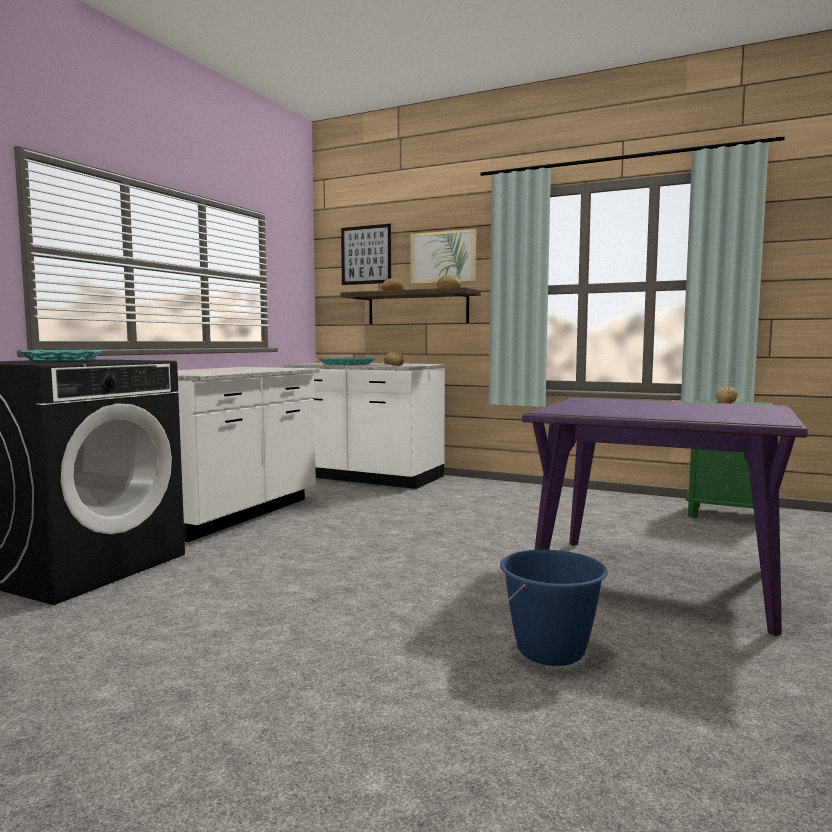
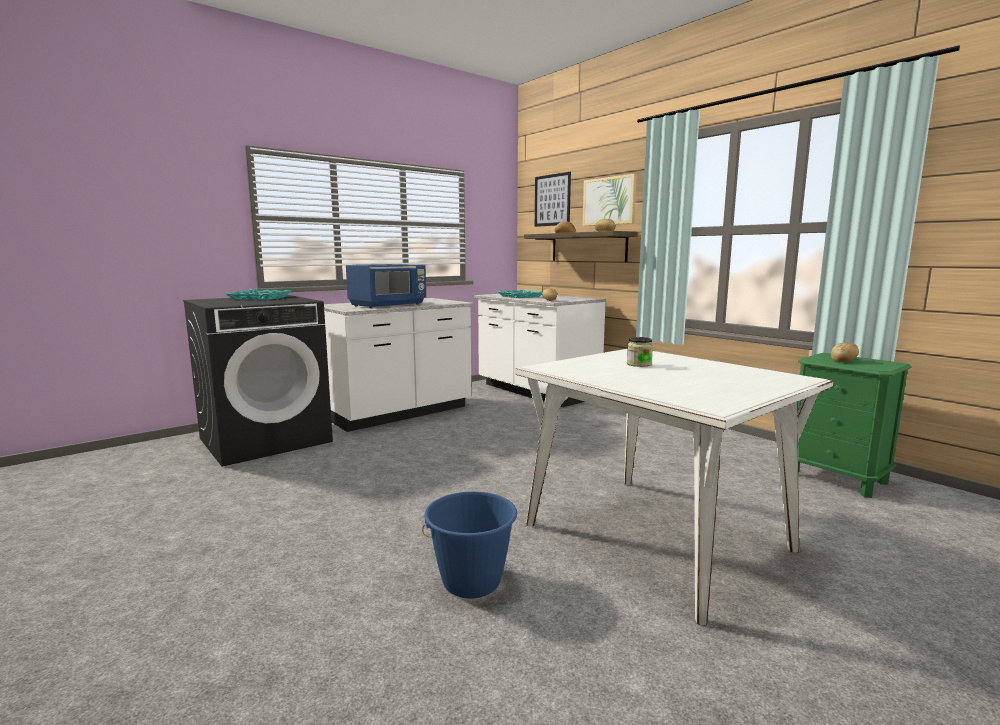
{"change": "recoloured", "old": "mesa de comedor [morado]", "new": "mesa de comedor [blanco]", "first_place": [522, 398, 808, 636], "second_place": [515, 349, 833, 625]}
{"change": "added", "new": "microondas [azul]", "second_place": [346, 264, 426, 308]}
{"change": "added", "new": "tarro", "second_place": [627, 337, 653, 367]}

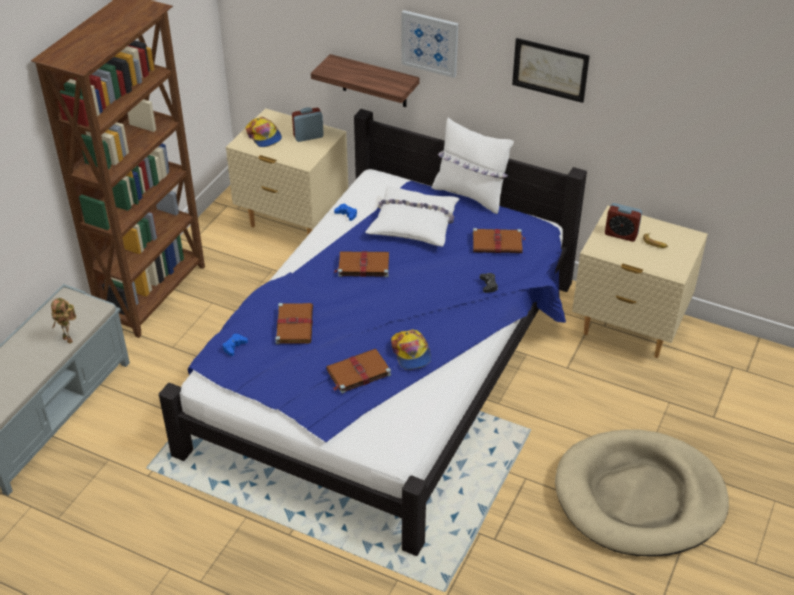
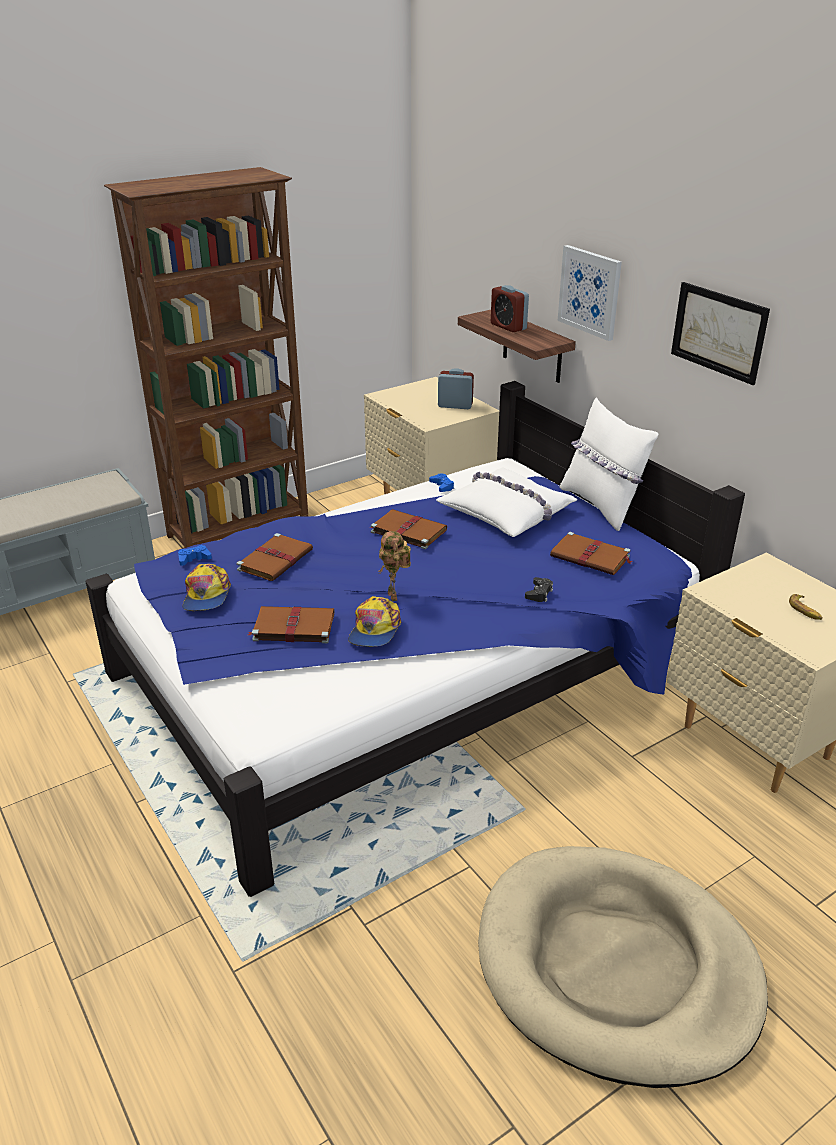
{"change": "moved", "old": "gorra", "first_place": [245, 117, 282, 147], "second_place": [182, 564, 231, 611]}
{"change": "moved", "old": "despertador", "first_place": [605, 203, 642, 242], "second_place": [491, 285, 529, 332]}
{"change": "moved", "old": "robot de juguete", "first_place": [51, 298, 76, 344], "second_place": [378, 531, 411, 601]}

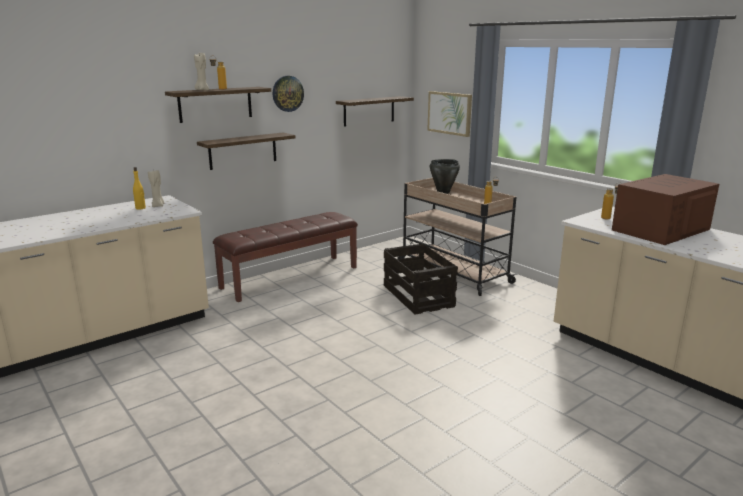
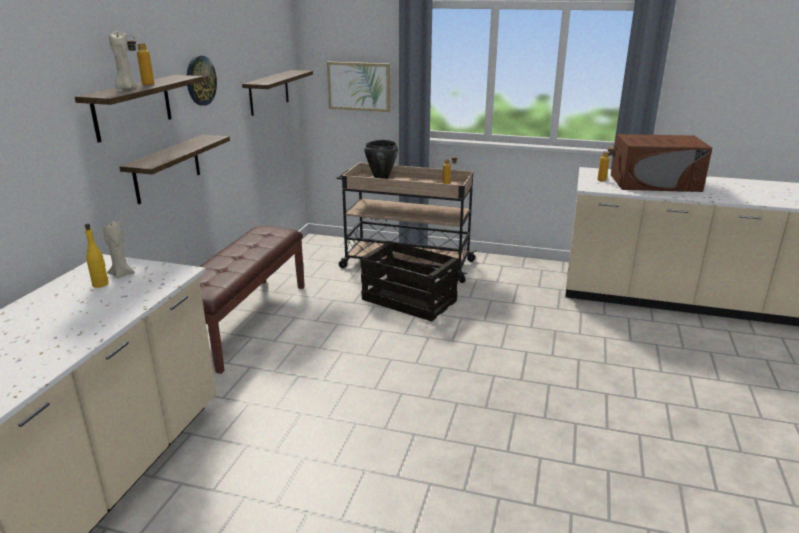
{"change": "turned", "old": "microondas [marrón]", "first_place": [612, 174, 719, 245], "second_place": [611, 134, 712, 192], "degrees": -105}

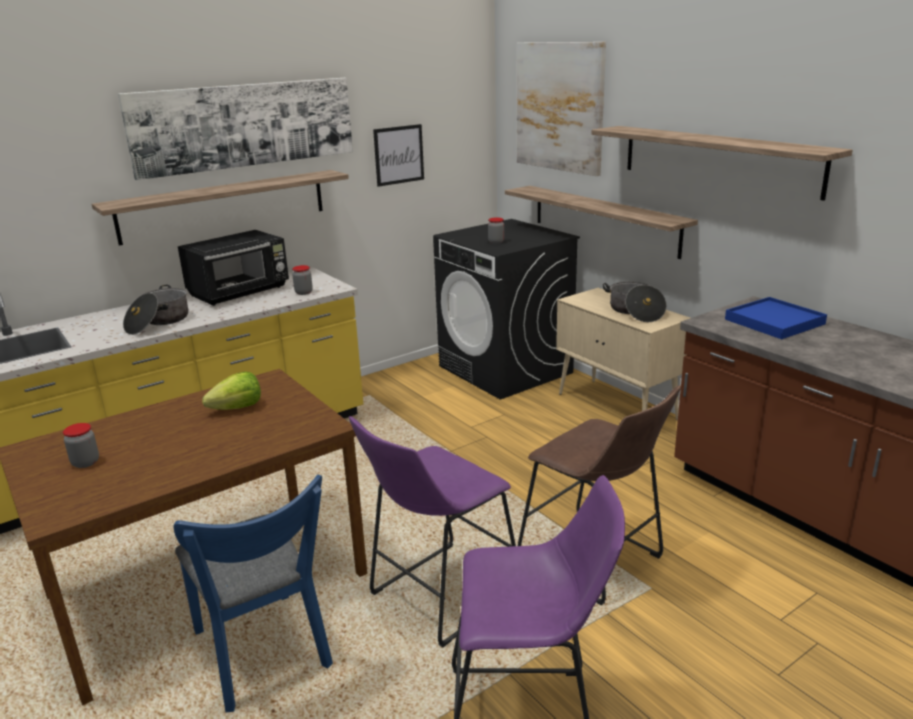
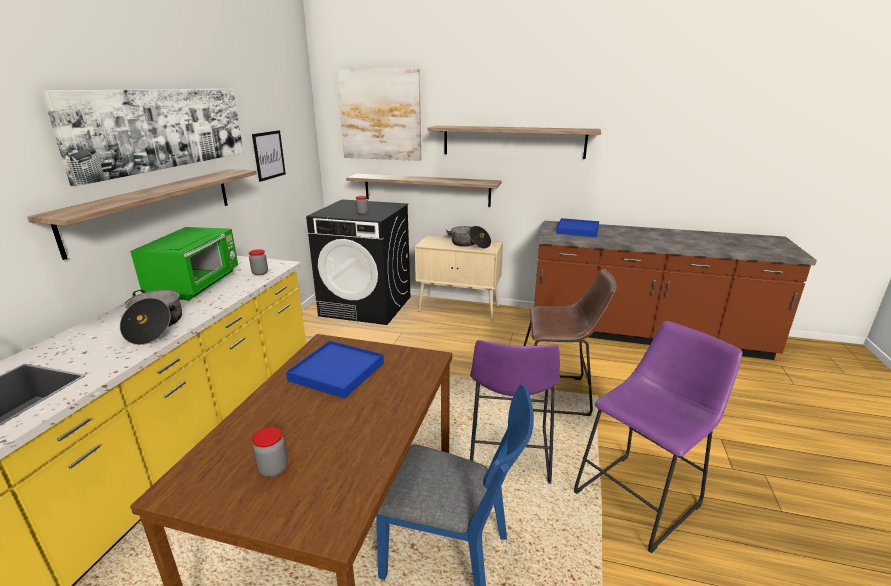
{"change": "recoloured", "old": "microondas [negro]", "new": "microondas [verde]", "first_place": [178, 230, 289, 306], "second_place": [130, 227, 238, 301]}
{"change": "replaced", "old": "lechuga", "new": "bandeja [azul]", "first_place": [202, 372, 261, 410], "second_place": [286, 341, 384, 399]}

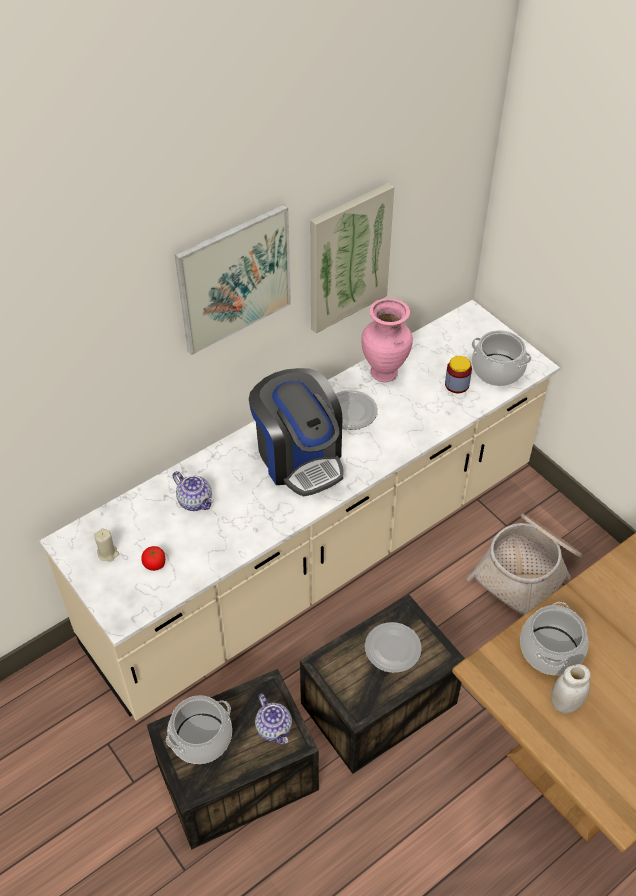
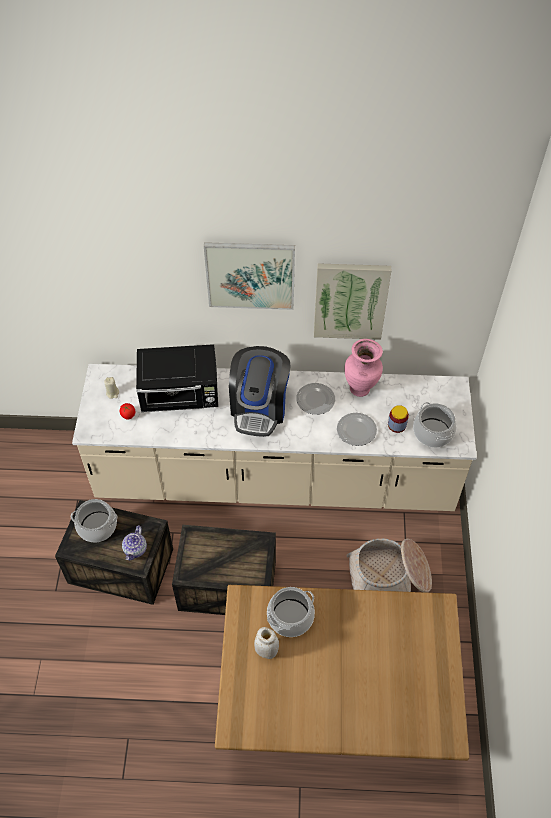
{"change": "replaced", "old": "tetera", "new": "microondas [negro]", "first_place": [173, 471, 214, 511], "second_place": [136, 344, 218, 412]}
{"change": "moved", "old": "plato", "first_place": [365, 622, 422, 673], "second_place": [337, 413, 377, 446]}

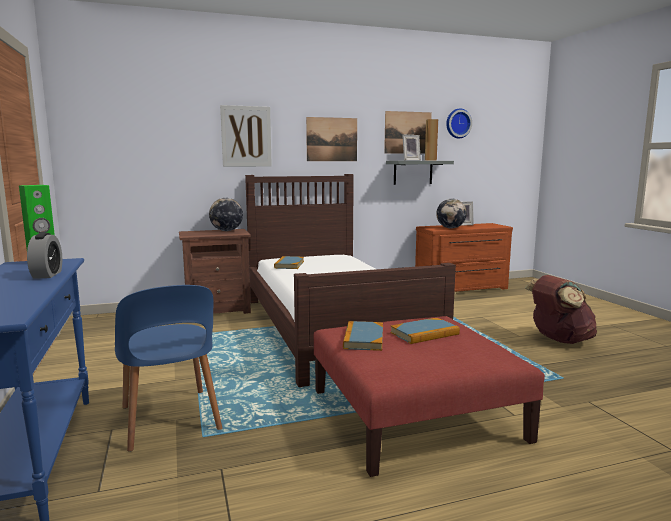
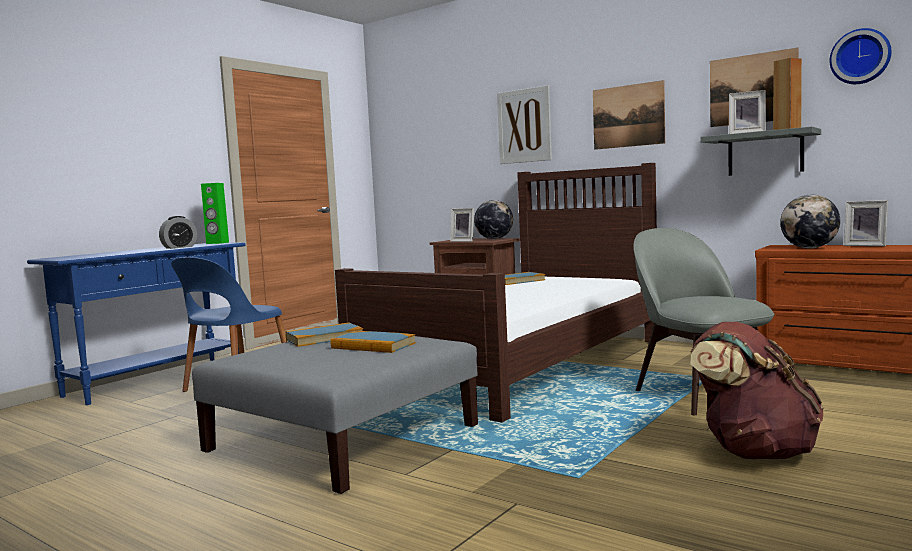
{"change": "recoloured", "old": "puf [rojo]", "new": "puf [gris]", "first_place": [314, 316, 545, 477], "second_place": [192, 336, 478, 494]}
{"change": "added", "new": "portarretratos", "second_place": [450, 208, 474, 242]}
{"change": "added", "new": "silla [gris]", "second_place": [633, 228, 774, 415]}

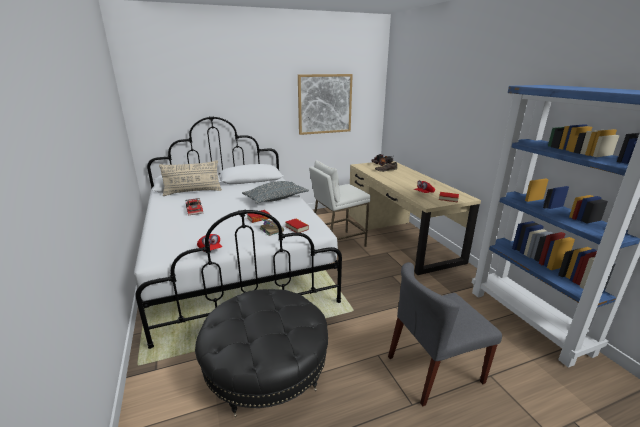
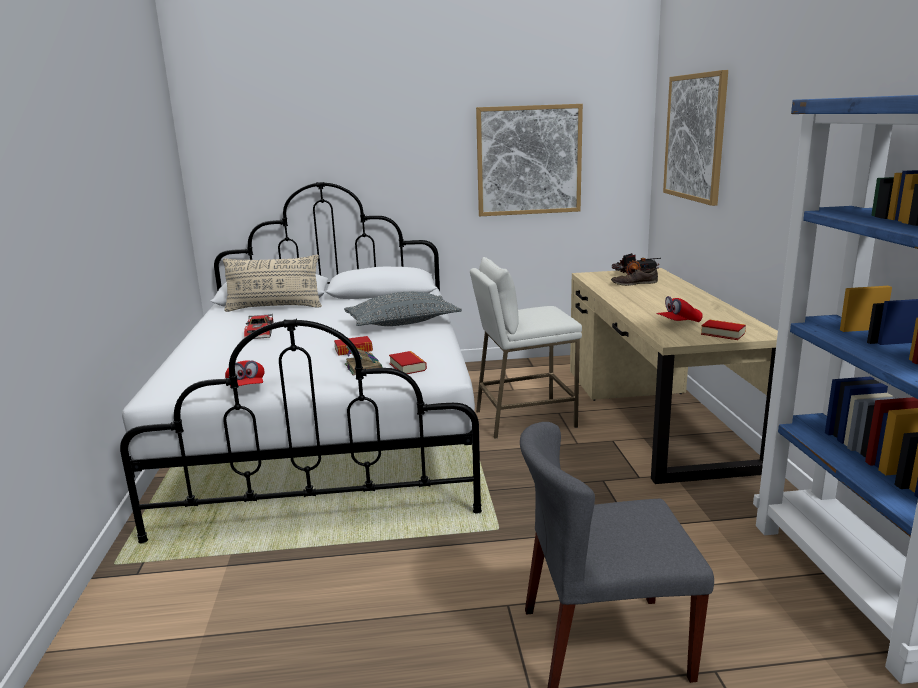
{"change": "removed", "old": "puf [negro]", "first_place": [195, 289, 328, 417]}
{"change": "added", "new": "cuadro", "second_place": [663, 70, 728, 206]}

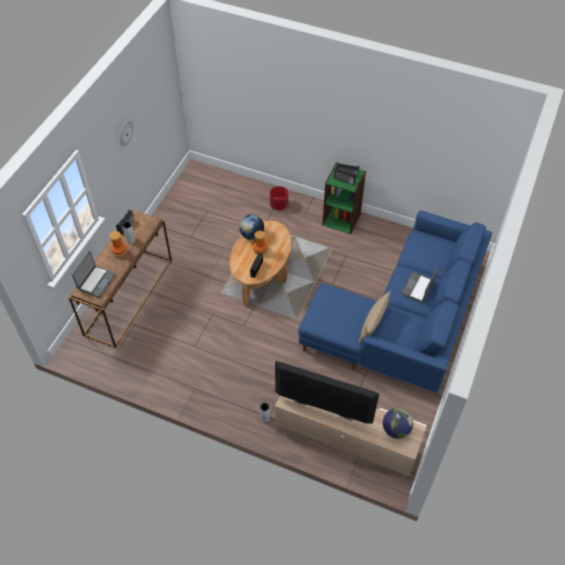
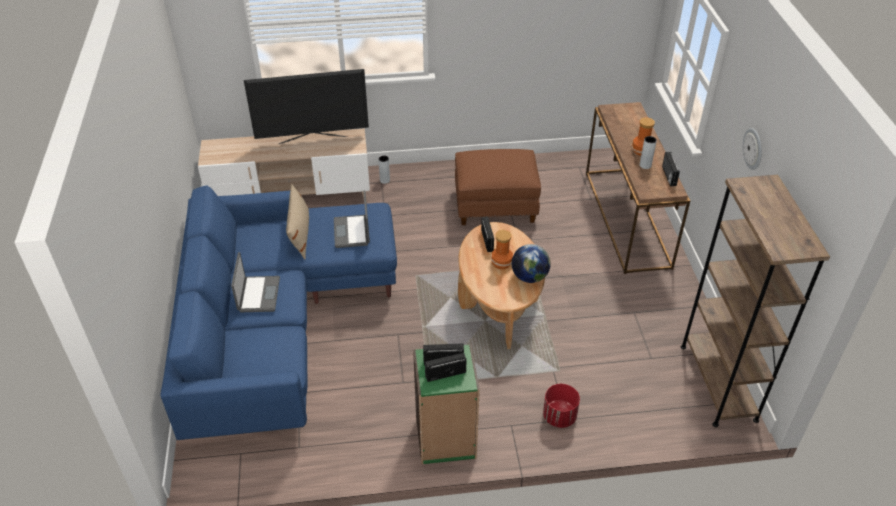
{"change": "moved", "old": "portátil", "first_place": [72, 251, 116, 298], "second_place": [334, 190, 370, 248]}
{"change": "removed", "old": "globo terráqueo", "first_place": [383, 408, 413, 439]}
{"change": "added", "new": "puf [marrón]", "second_place": [455, 149, 541, 225]}
{"change": "added", "new": "estantería [marrón]", "second_place": [681, 175, 830, 427]}

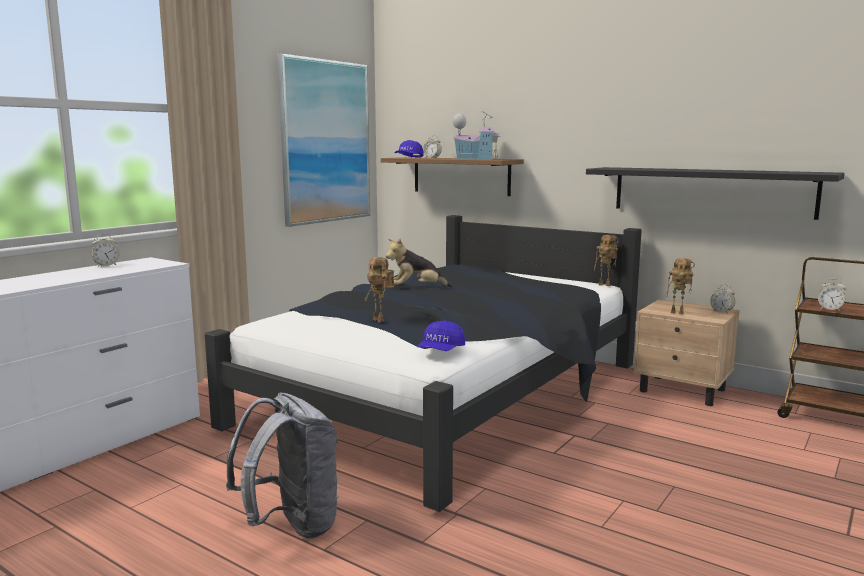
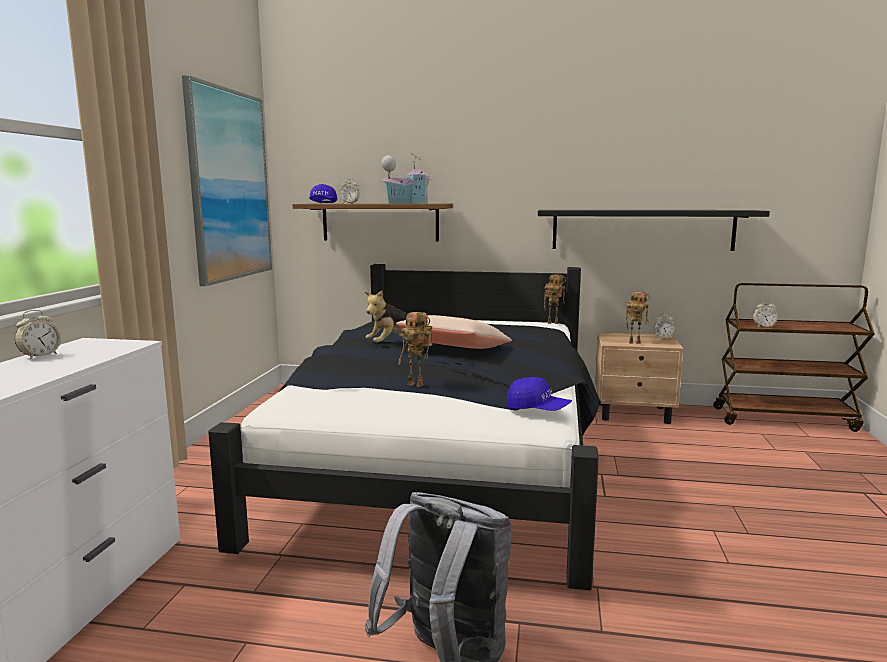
{"change": "turned", "old": "gorra [azul]", "first_place": [417, 320, 465, 351], "second_place": [507, 377, 572, 411], "degrees": -60}
{"change": "added", "new": "cojín [beis]", "second_place": [396, 315, 512, 349]}

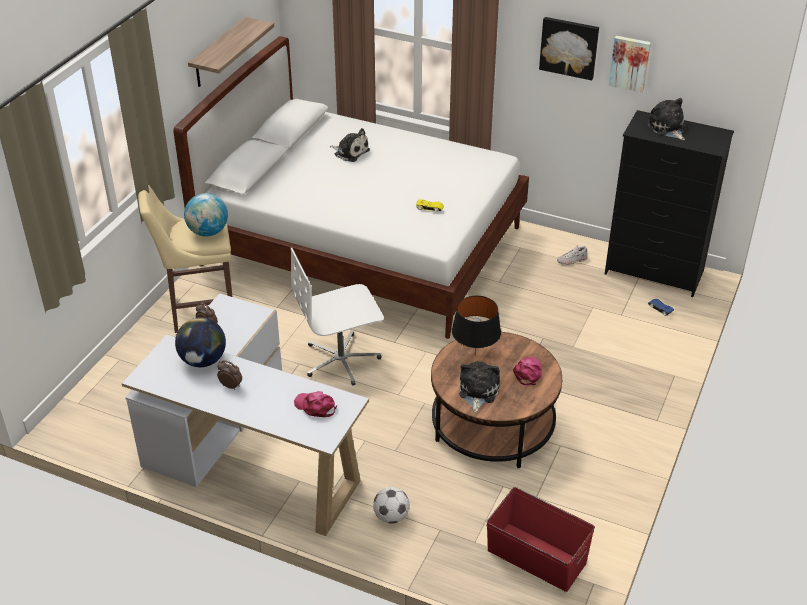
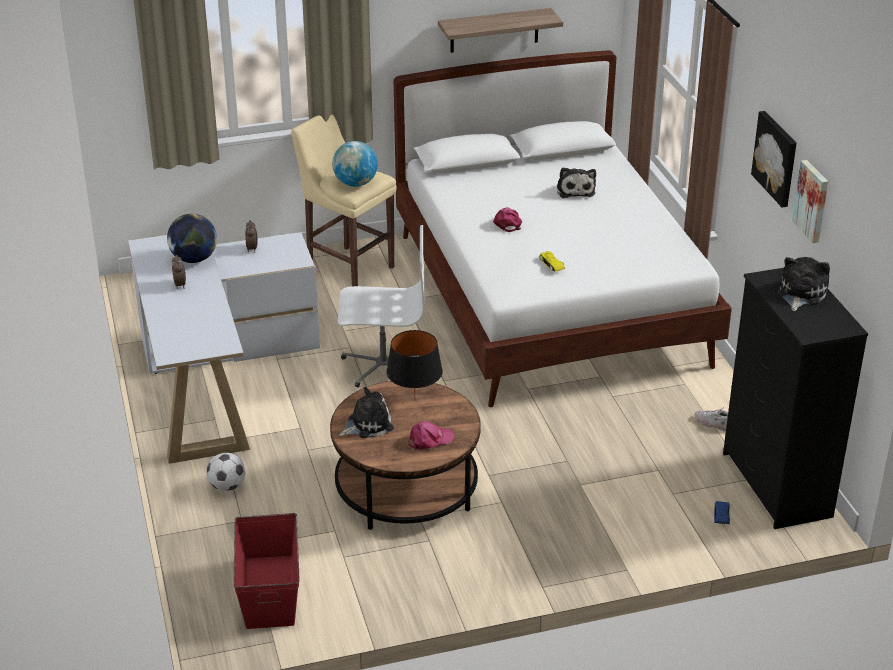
{"change": "turned", "old": "silla de oficina [blanco]", "first_place": [291, 248, 384, 385], "second_place": [338, 225, 425, 387], "degrees": 150}
{"change": "moved", "old": "gorra [rosa]", "first_place": [294, 391, 337, 417], "second_place": [493, 207, 522, 232]}

